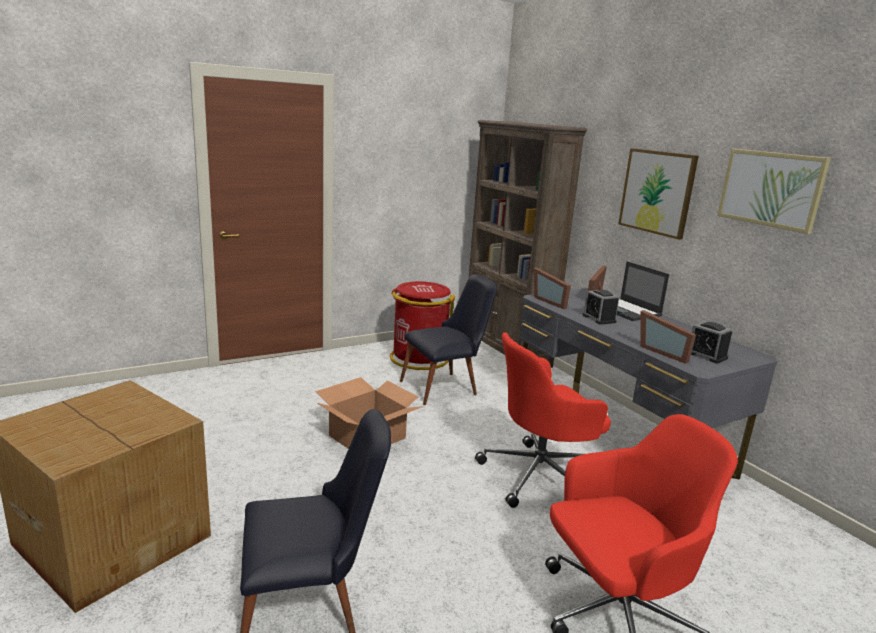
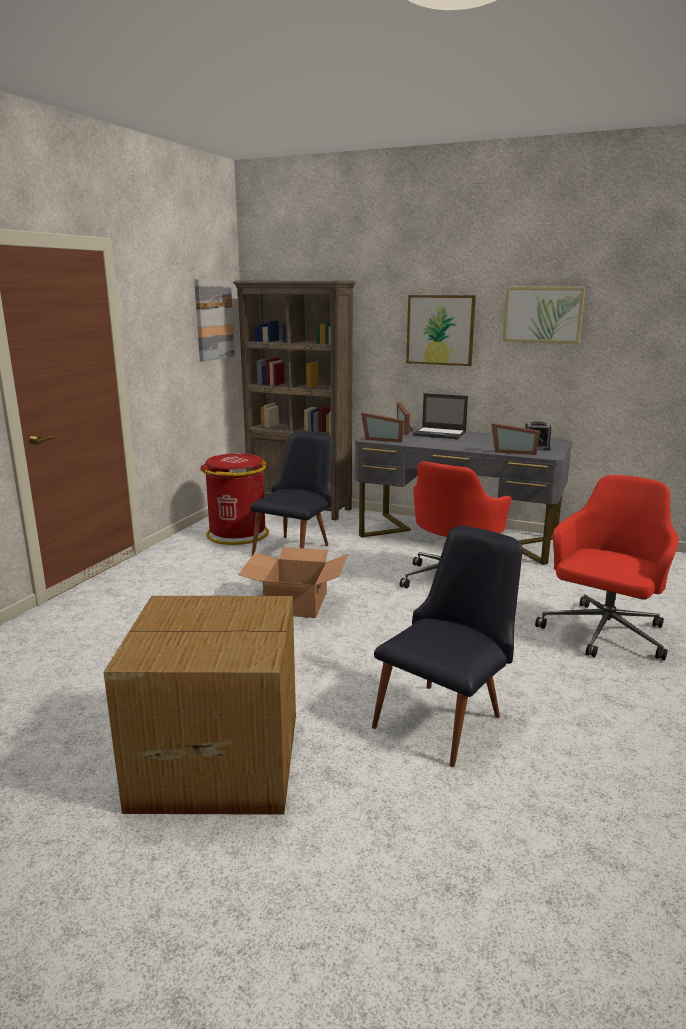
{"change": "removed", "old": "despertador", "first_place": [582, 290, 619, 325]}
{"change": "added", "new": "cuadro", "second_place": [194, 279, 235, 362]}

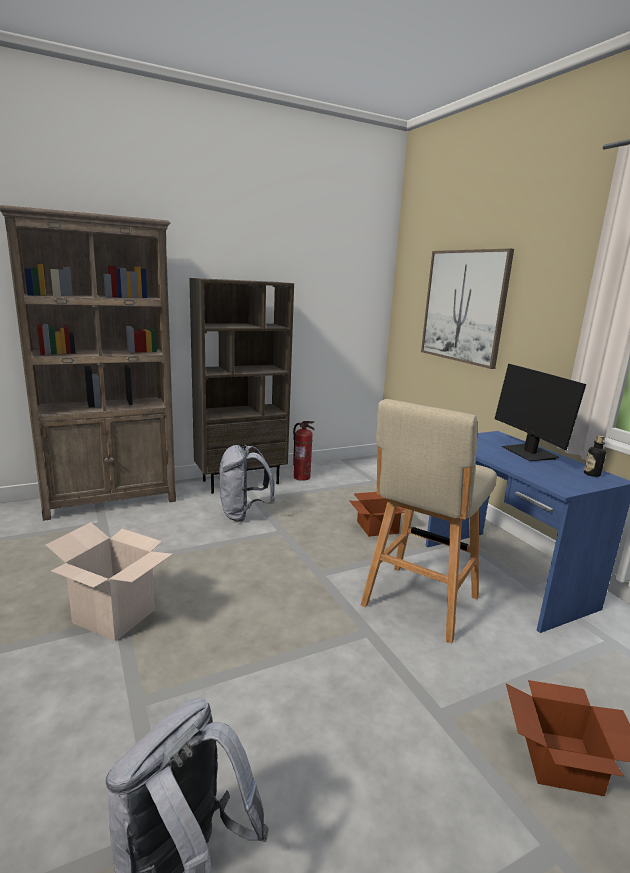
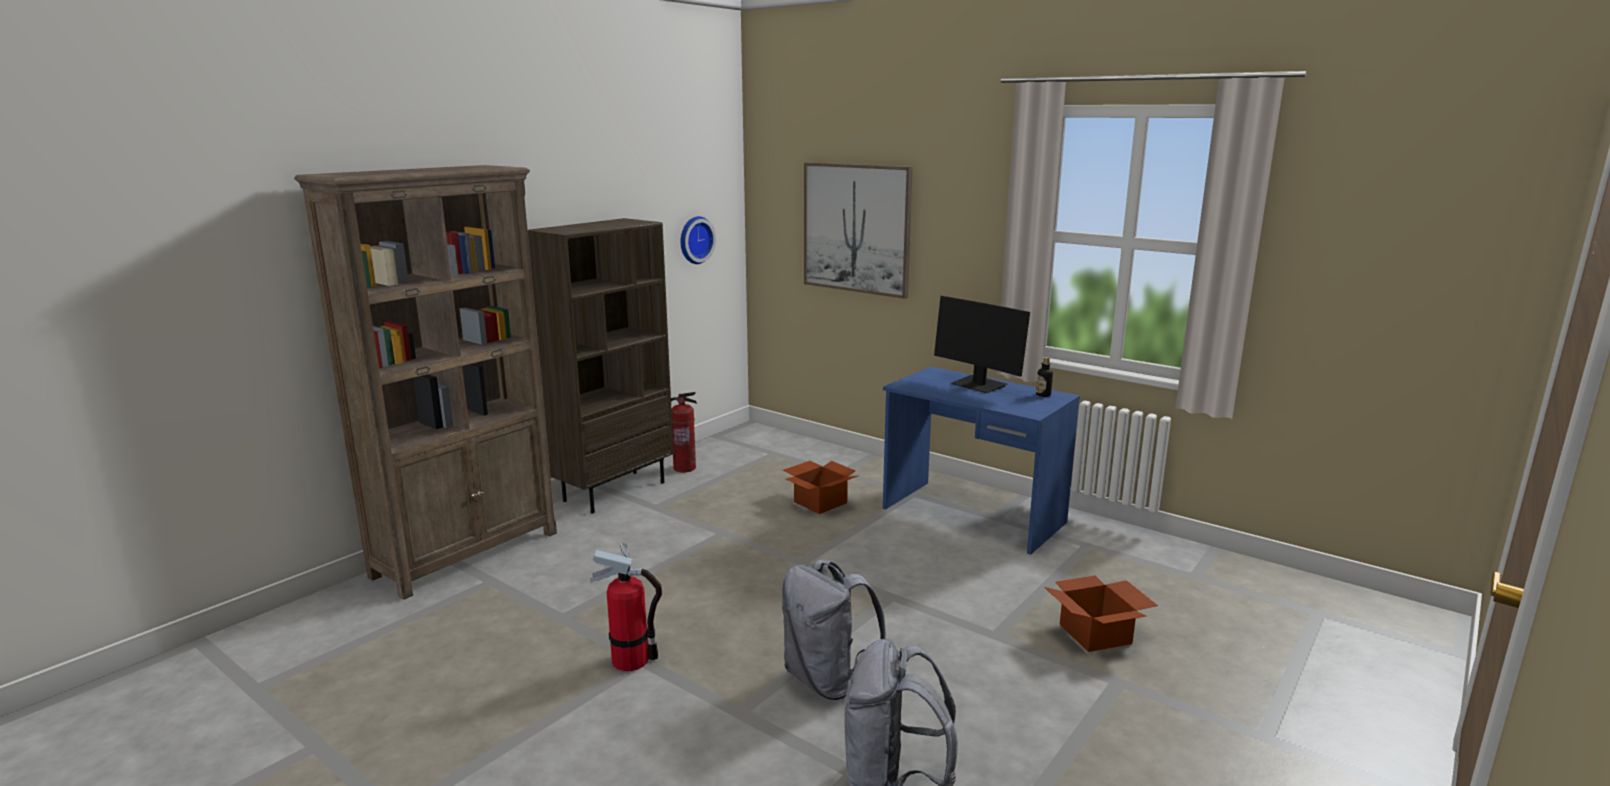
{"change": "removed", "old": "taburete [beis]", "first_place": [360, 399, 497, 644]}
{"change": "moved", "old": "mochila [gris]", "first_place": [219, 445, 275, 522], "second_place": [782, 560, 886, 700]}
{"change": "replaced", "old": "caja de cartón", "new": "extintor", "first_place": [46, 522, 173, 642], "second_place": [590, 542, 662, 671]}
{"change": "added", "new": "reloj de pared", "second_place": [681, 216, 716, 264]}

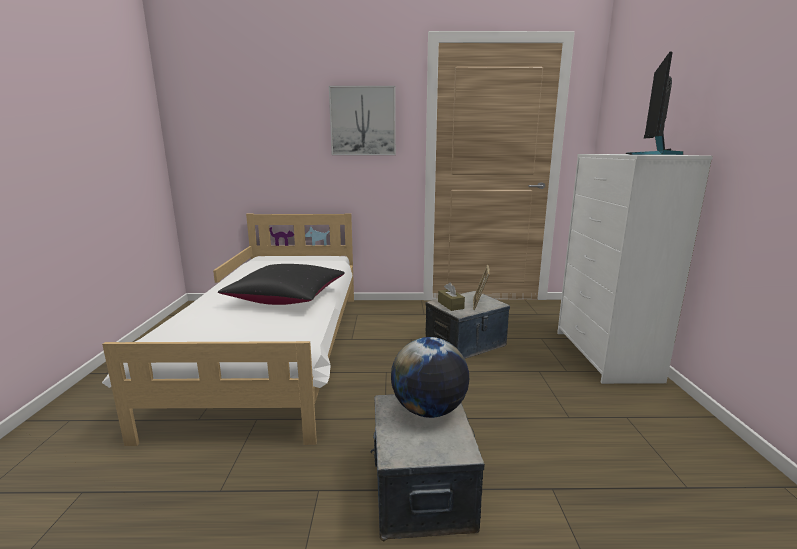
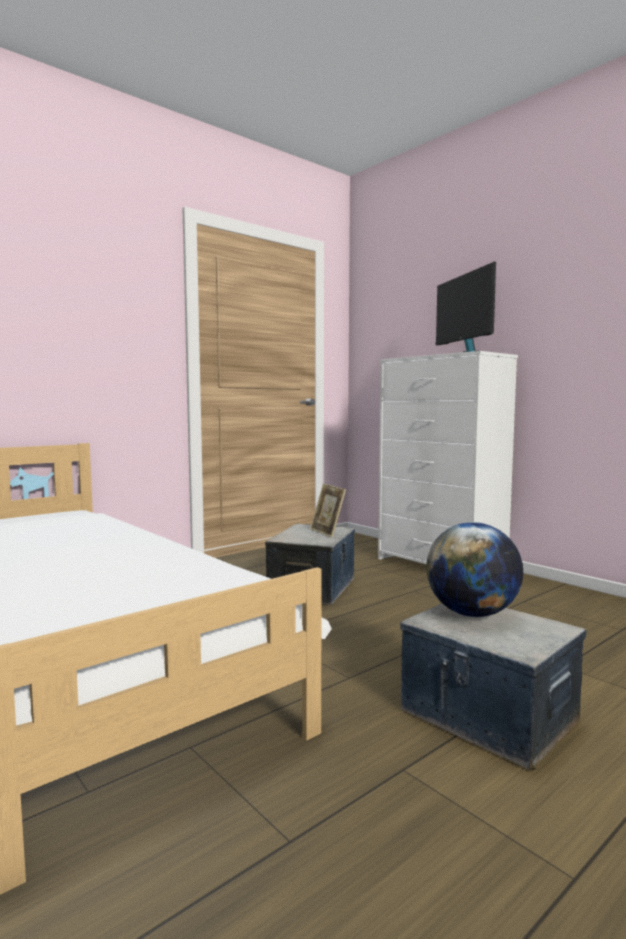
{"change": "removed", "old": "cuadro", "first_place": [329, 86, 396, 155]}
{"change": "removed", "old": "cojín [negro]", "first_place": [218, 264, 345, 305]}
{"change": "removed", "old": "caja de pañuelos [marrón]", "first_place": [438, 283, 465, 311]}

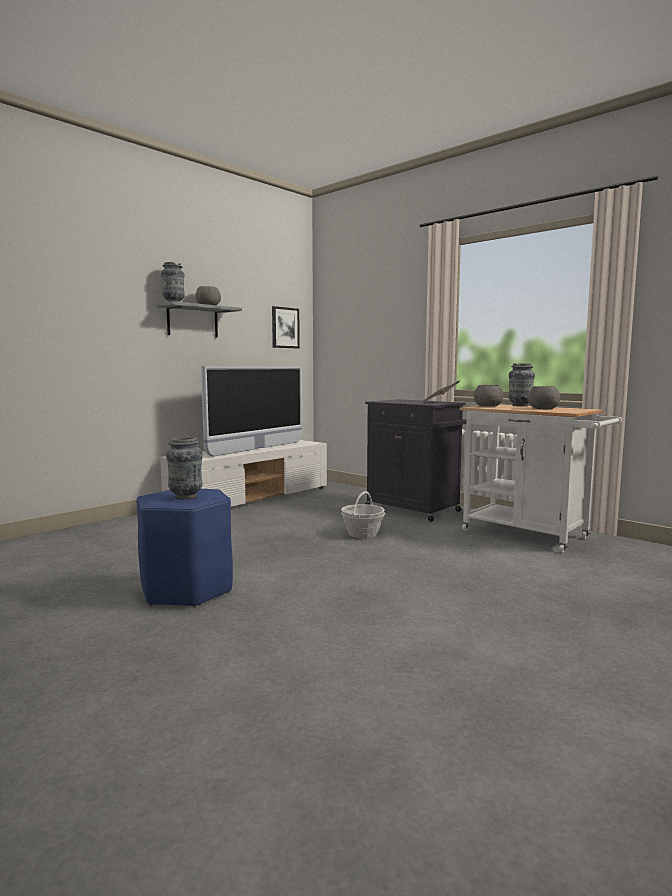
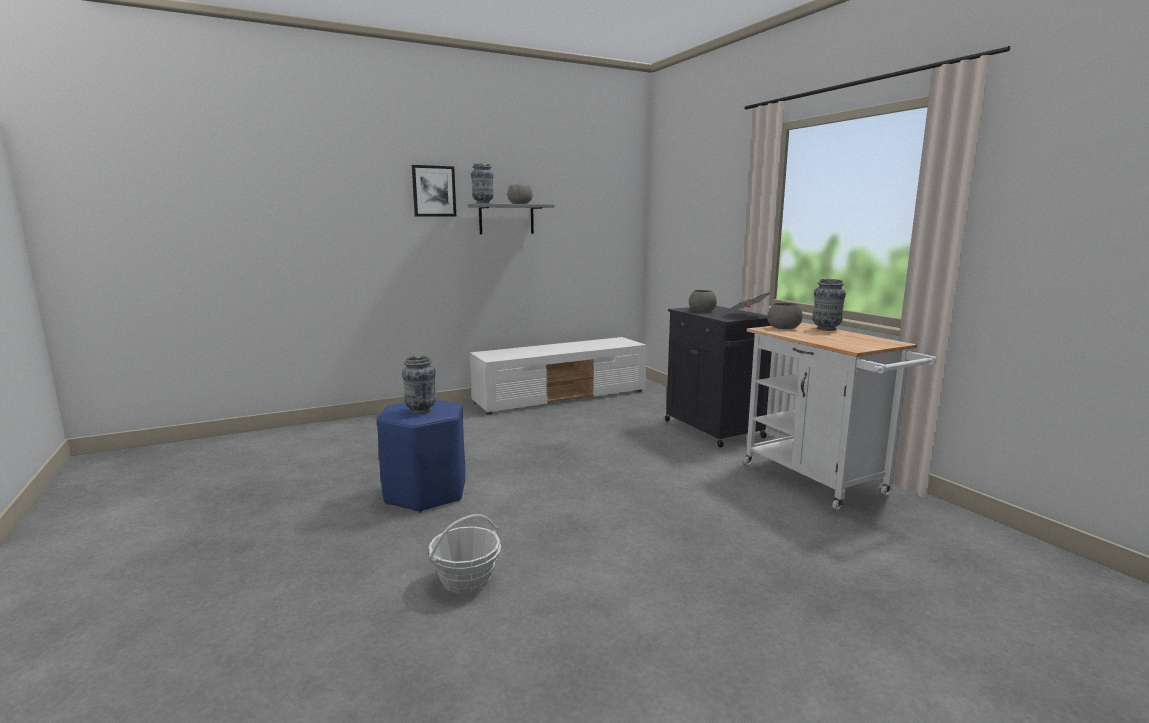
{"change": "moved", "old": "cuadro", "first_place": [272, 306, 300, 348], "second_place": [412, 165, 456, 216]}
{"change": "removed", "old": "televisor", "first_place": [201, 366, 302, 457]}
{"change": "moved", "old": "cuenco [gris]", "first_place": [528, 386, 560, 409], "second_place": [689, 290, 717, 312]}
{"change": "moved", "old": "cesta", "first_place": [341, 491, 385, 538], "second_place": [429, 514, 501, 594]}

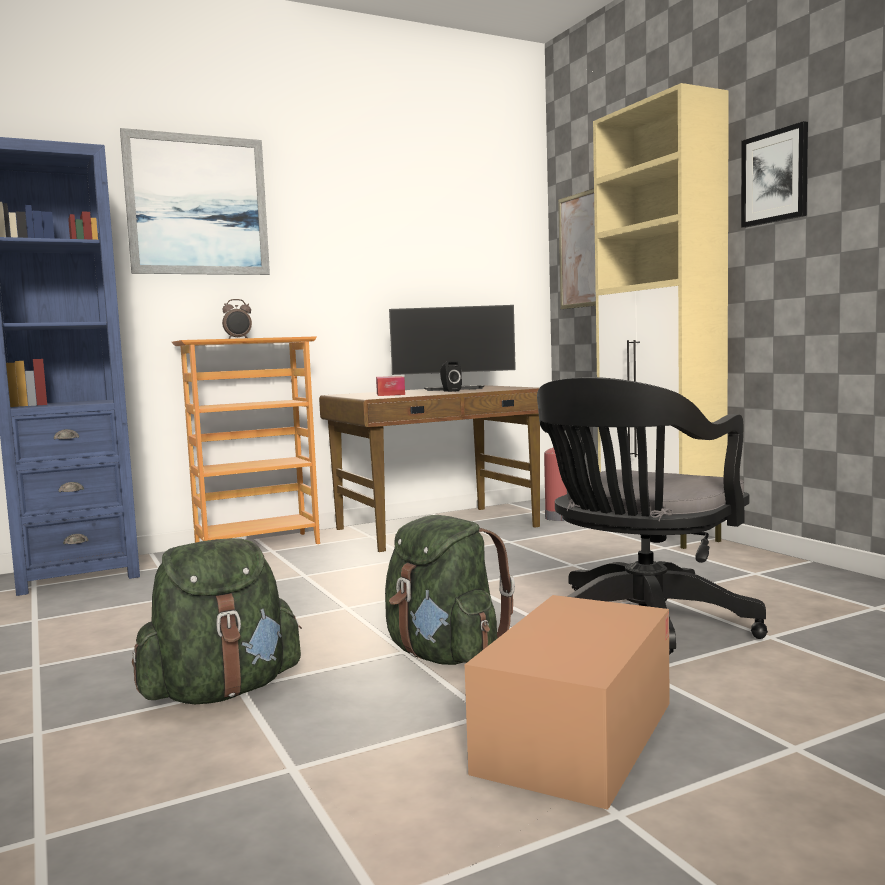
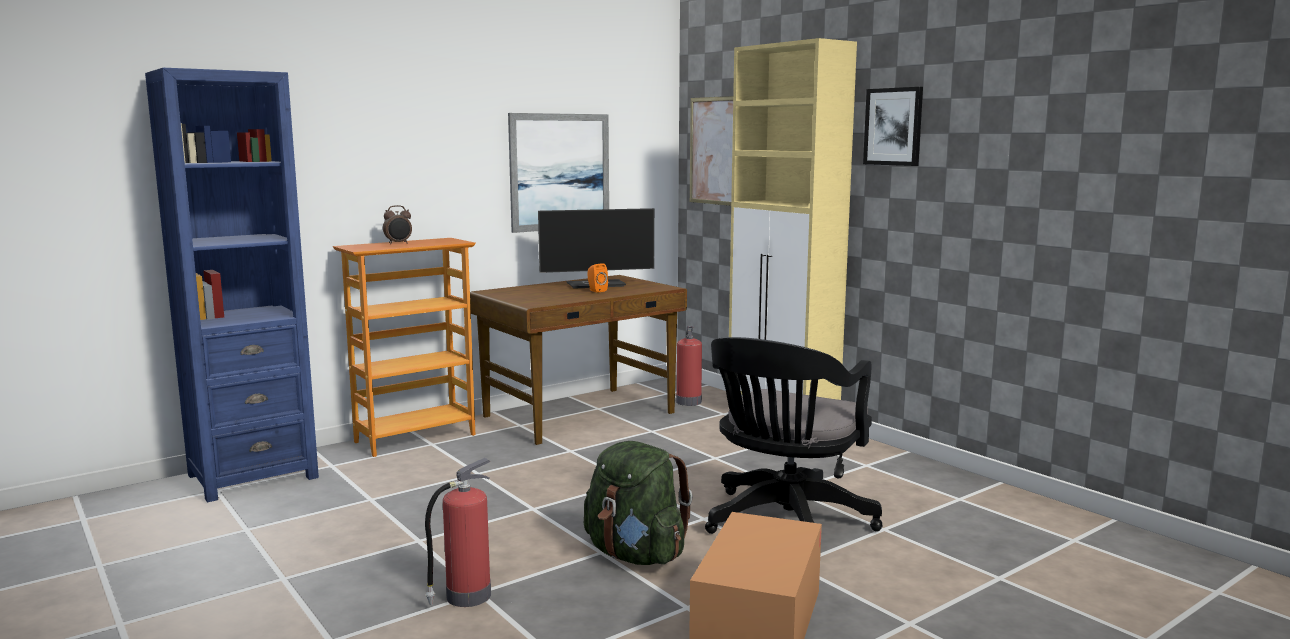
{"change": "moved", "old": "cuadro", "first_place": [120, 128, 270, 275], "second_place": [508, 113, 609, 233]}
{"change": "recoloured", "old": "altavoz [negro]", "new": "altavoz [naranja]", "first_place": [440, 361, 462, 392], "second_place": [587, 263, 608, 293]}
{"change": "removed", "old": "caja de pañuelos", "first_place": [376, 376, 405, 396]}
{"change": "replaced", "old": "mochila [verde]", "new": "extintor", "first_place": [132, 538, 302, 704], "second_place": [425, 458, 491, 607]}

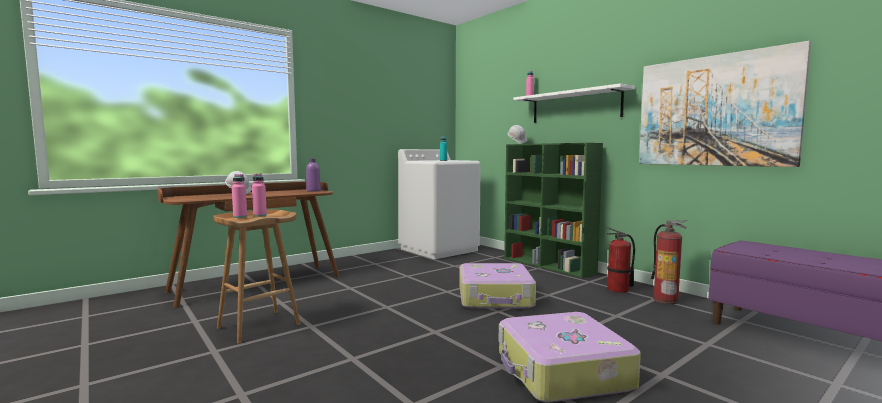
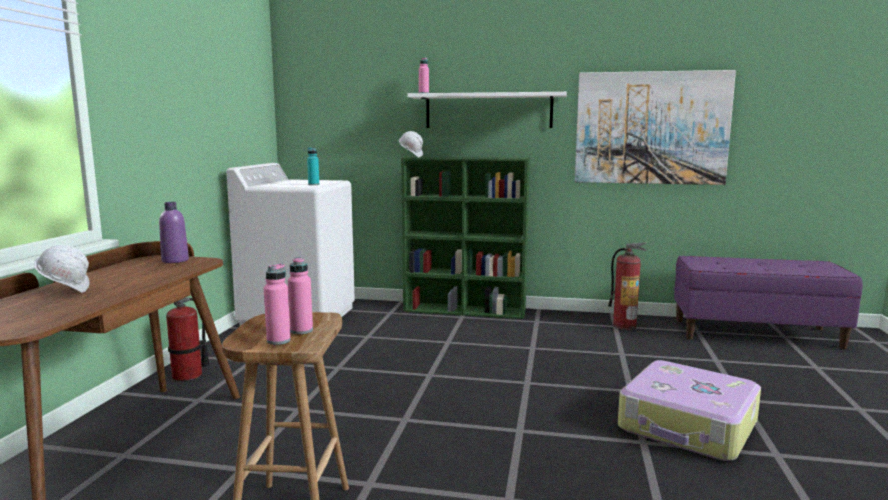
{"change": "moved", "old": "extintor", "first_place": [606, 227, 635, 293], "second_place": [166, 298, 209, 381]}
{"change": "removed", "old": "maleta", "first_place": [459, 263, 536, 309]}

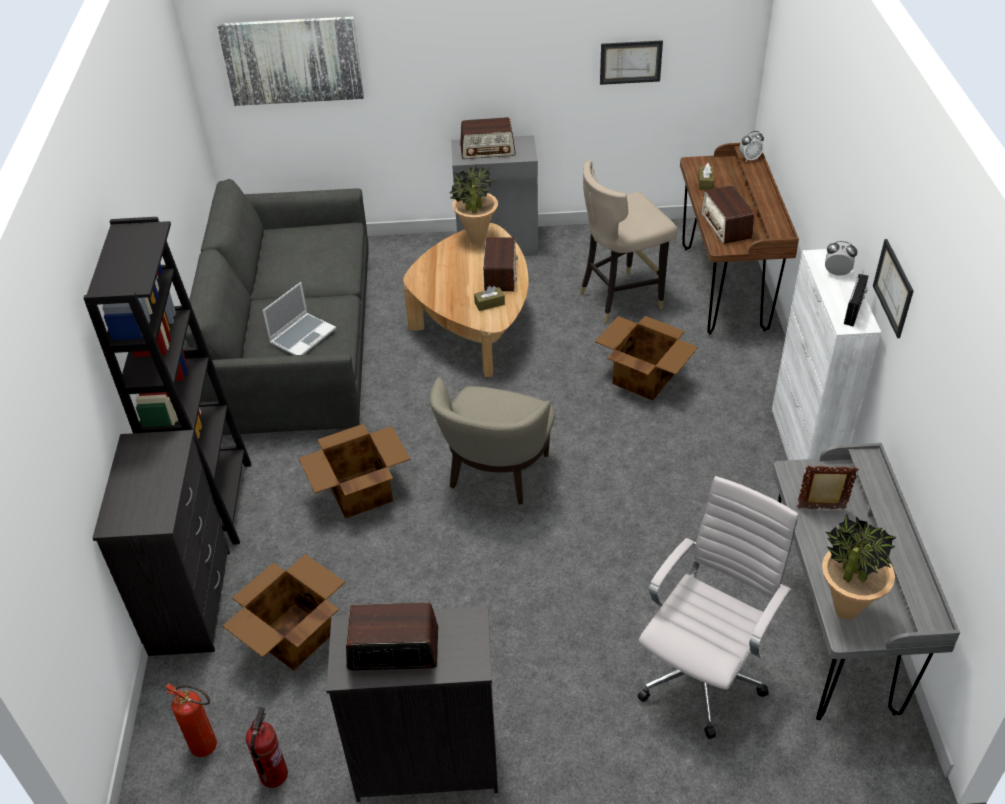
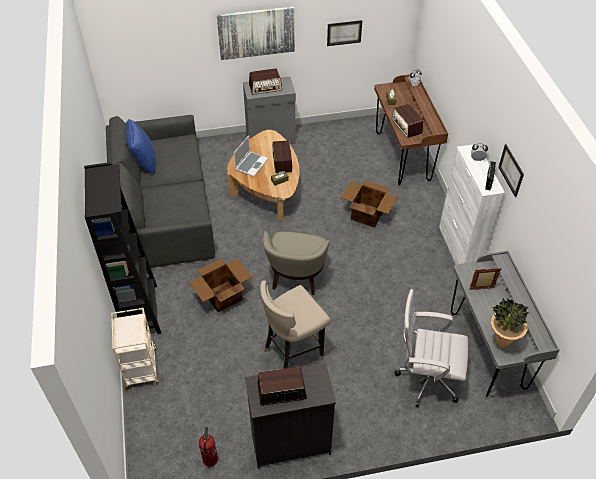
{"change": "moved", "old": "cuadro", "first_place": [217, 16, 364, 106], "second_place": [217, 7, 295, 60]}
{"change": "moved", "old": "taburete [beis]", "first_place": [580, 160, 678, 323], "second_place": [260, 280, 331, 369]}
{"change": "removed", "old": "planta en maceta", "first_place": [449, 164, 498, 244]}
{"change": "moved", "old": "portátil", "first_place": [263, 282, 336, 355], "second_place": [234, 136, 268, 176]}
{"change": "replaced", "old": "cómoda [negro]", "new": "carrito [beis]", "first_place": [93, 430, 230, 656], "second_place": [111, 308, 159, 389]}
{"change": "turned", "old": "silla de oficina [blanco]", "first_place": [637, 476, 799, 739], "second_place": [395, 289, 468, 408], "degrees": -105}
{"change": "removed", "old": "caja de cartón", "first_place": [223, 554, 345, 671]}
{"change": "removed", "old": "extintor", "first_place": [166, 683, 217, 757]}
{"change": "added", "new": "cojín [azul]", "second_place": [126, 119, 156, 174]}

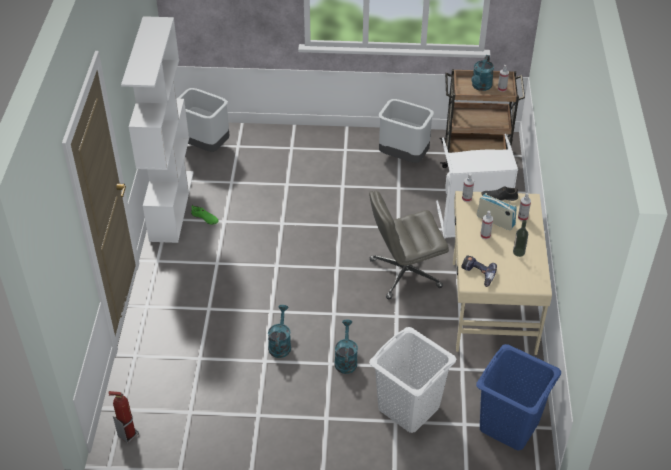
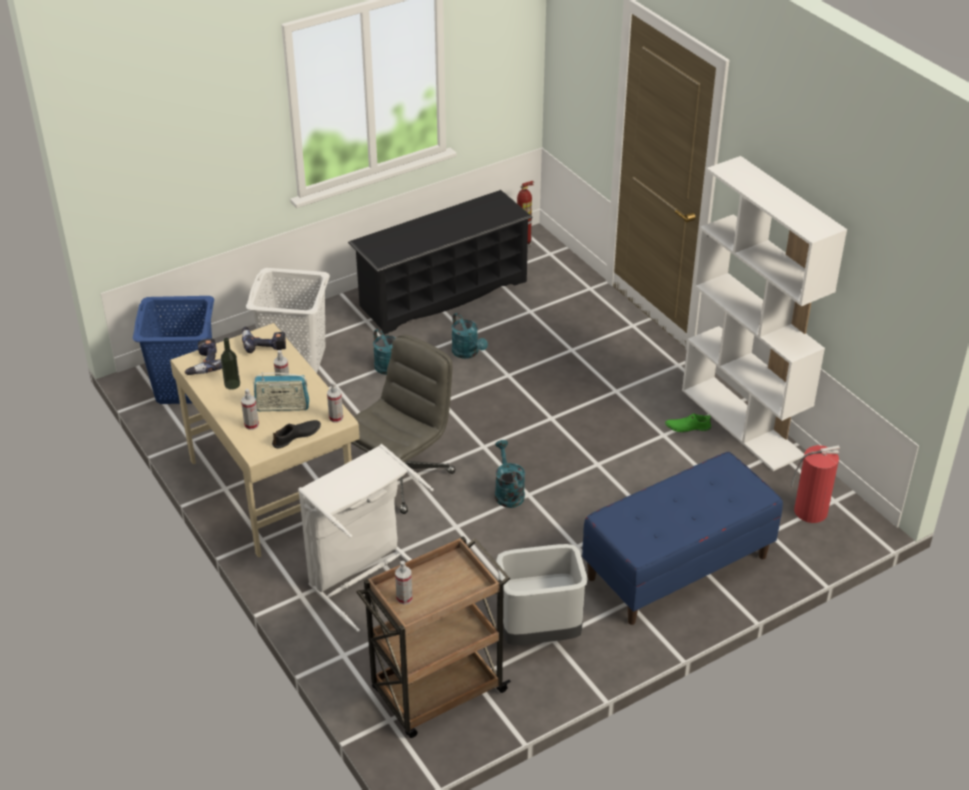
{"change": "moved", "old": "regadera [turquesa]", "first_place": [471, 55, 494, 91], "second_place": [495, 440, 525, 508]}
{"change": "replaced", "old": "papelera [gris]", "new": "extintor", "first_place": [177, 88, 230, 152], "second_place": [791, 445, 840, 523]}
{"change": "added", "new": "zapatero [negro]", "second_place": [348, 190, 533, 335]}
{"change": "added", "new": "taladro", "second_place": [185, 338, 222, 375]}
{"change": "added", "new": "banco [azul]", "second_place": [582, 452, 783, 625]}

